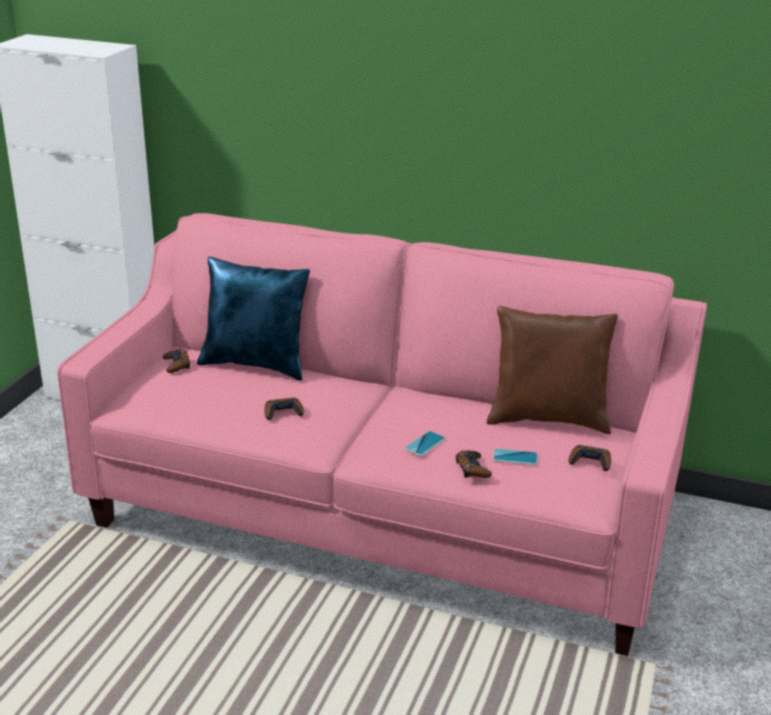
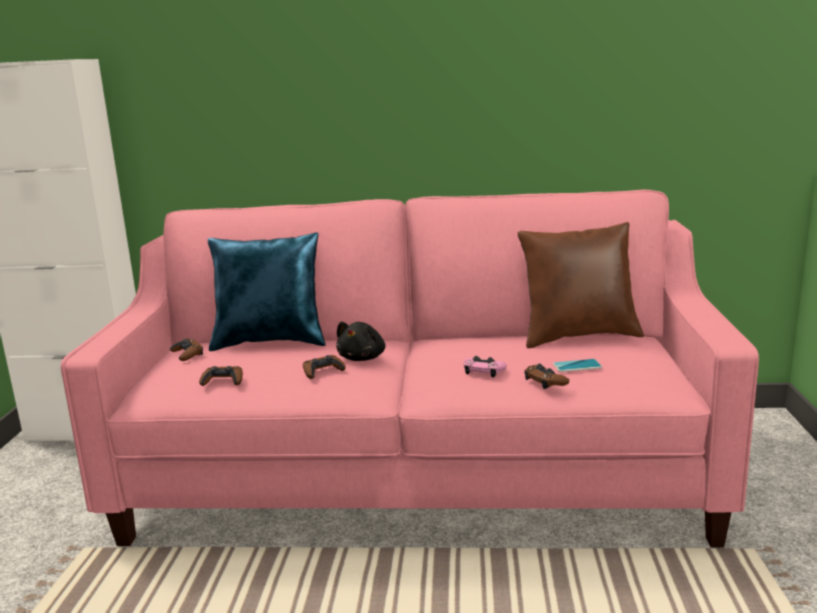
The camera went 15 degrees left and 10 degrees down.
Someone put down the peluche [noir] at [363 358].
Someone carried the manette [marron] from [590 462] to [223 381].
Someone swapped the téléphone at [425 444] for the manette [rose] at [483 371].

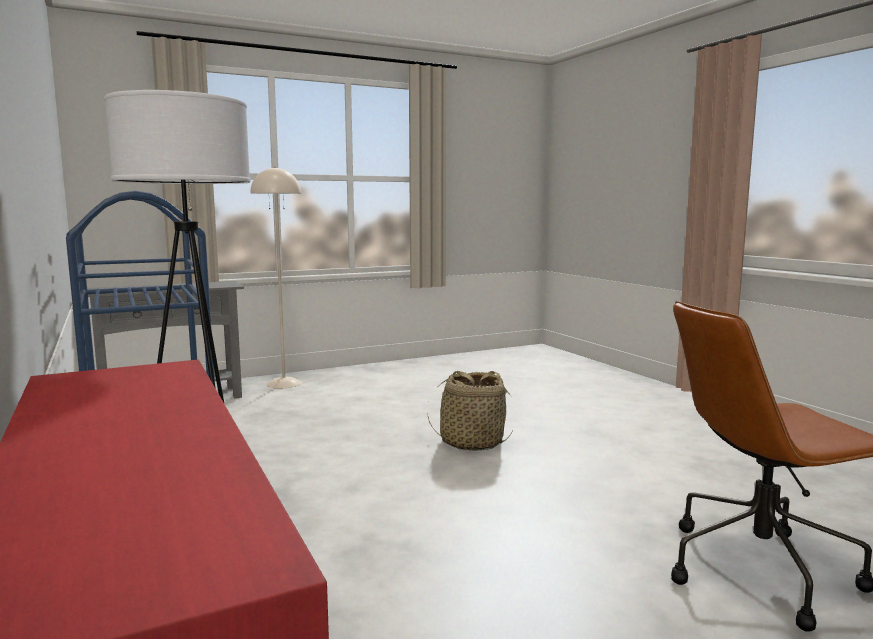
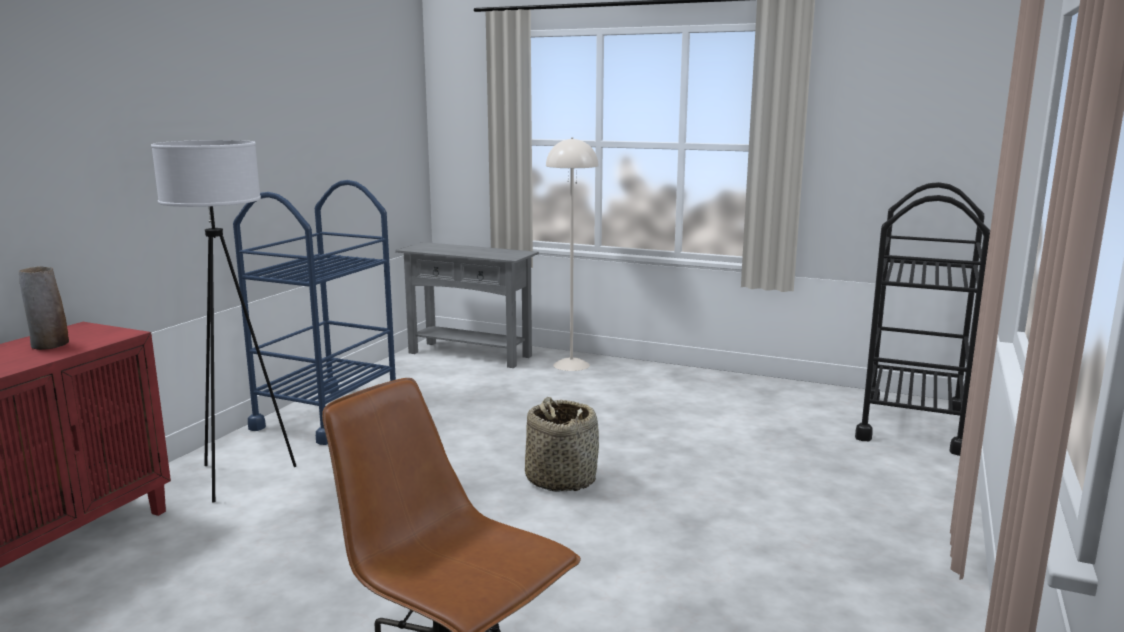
The camera went 50 degrees right and 5 degrees up.
Someone put down the vase at [49 345].
Someone put down the chariot [noir] at [912 424].

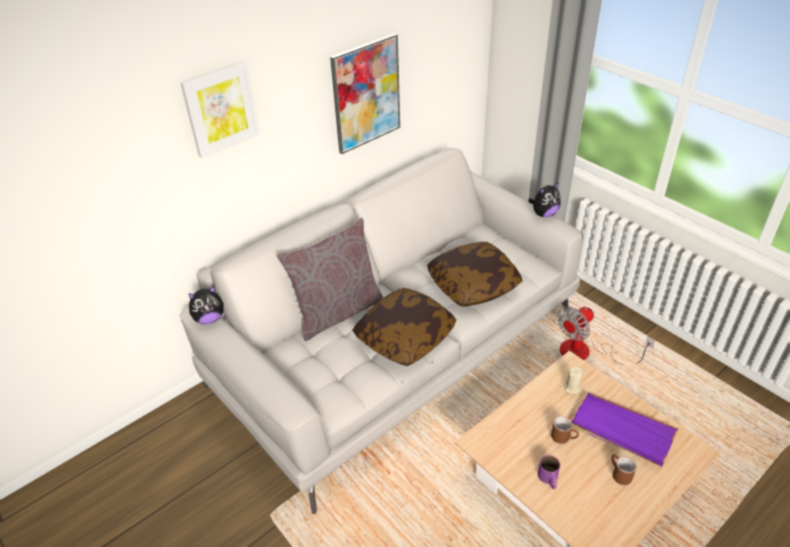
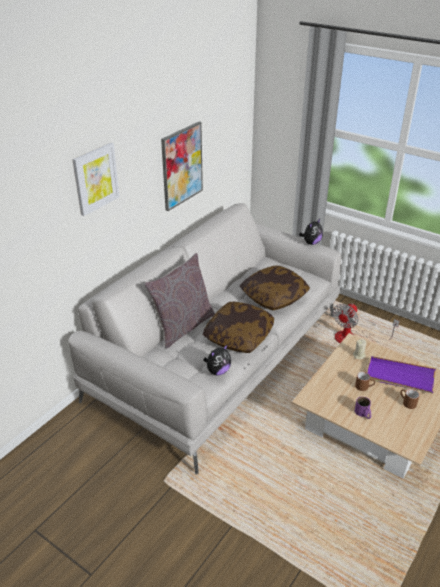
The camera went 15 degrees left and 5 degrees down.
Someone carried the peluche from [209 319] to [218 371].

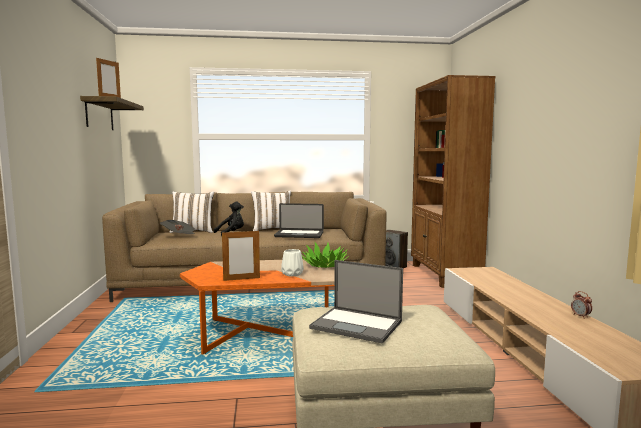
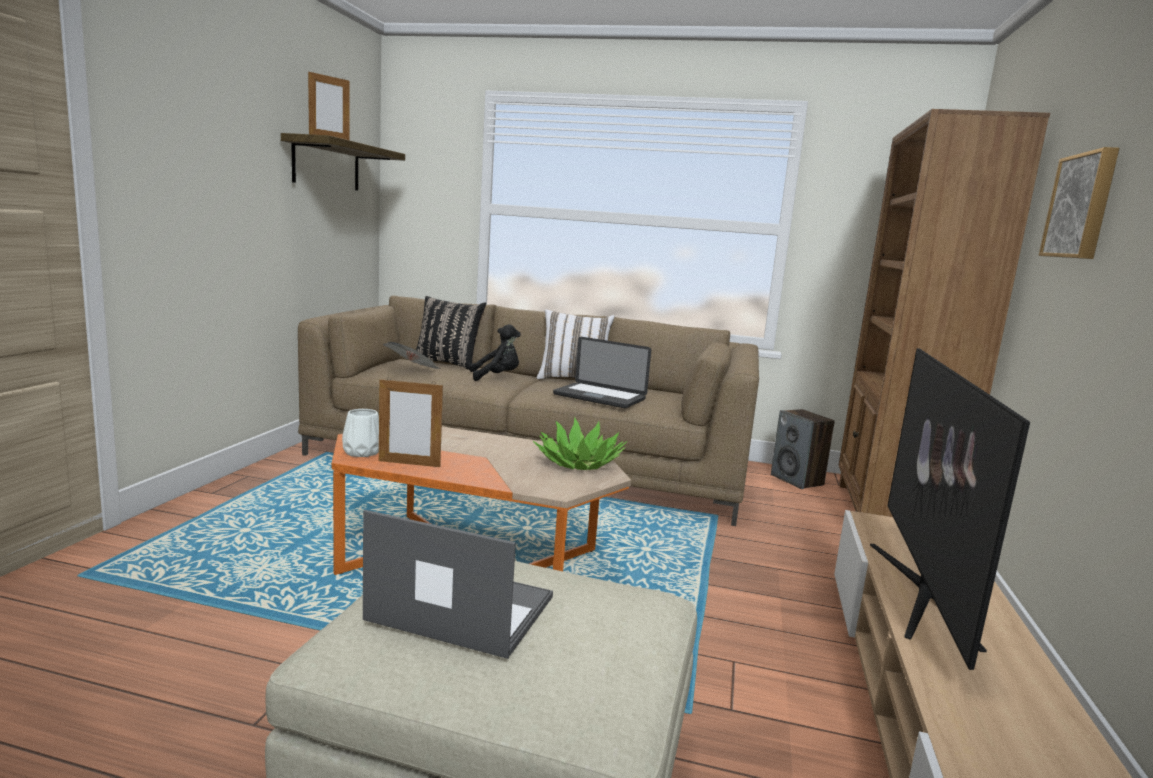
The camera went 20 degrees right and 5 degrees up.
Someone took away the réveil at [580 316].
Someone put down the téléviseur at [920 591].
Someone put up the tableau at [1082 206].
Someone carried the vase [blanc] from [292 274] to [362 452].
Someone repainted the coussin [blanc] at [193 231], which became the coussin [noir] at [448 364].
Someone rotated the ordinateur portable at [357 325] by 150 degrees clockwise.

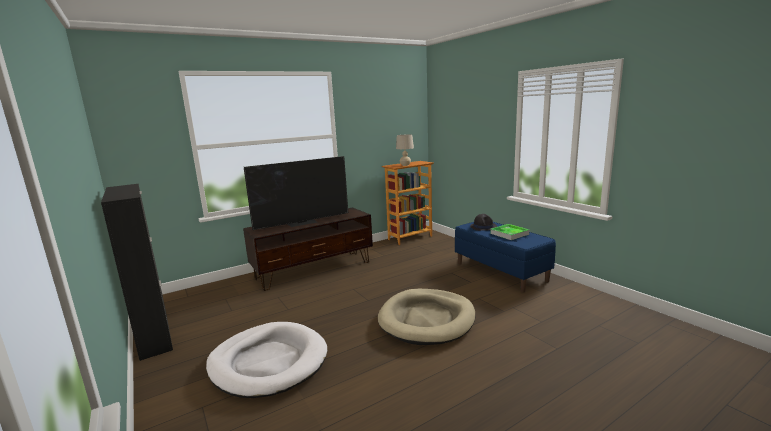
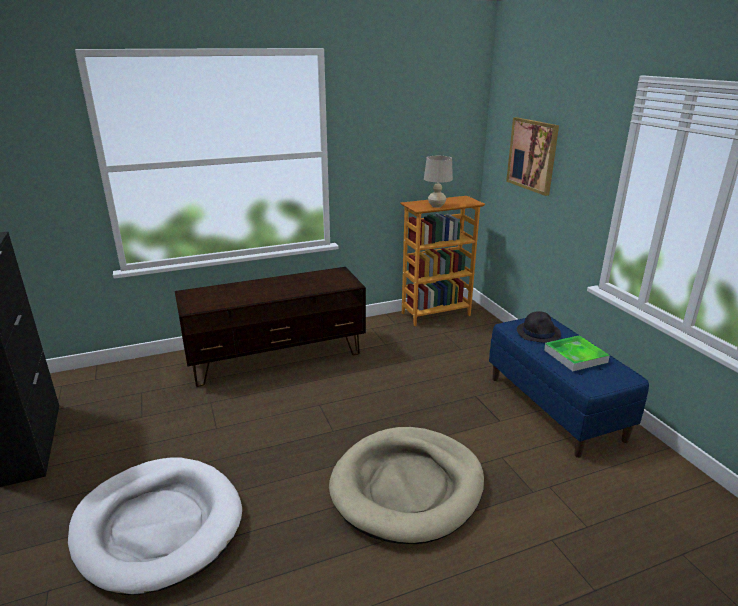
The camera went 10 degrees right and 10 degrees up.
Someone took away the téléviseur at [303 222].
Someone put up the tableau at [532 155].

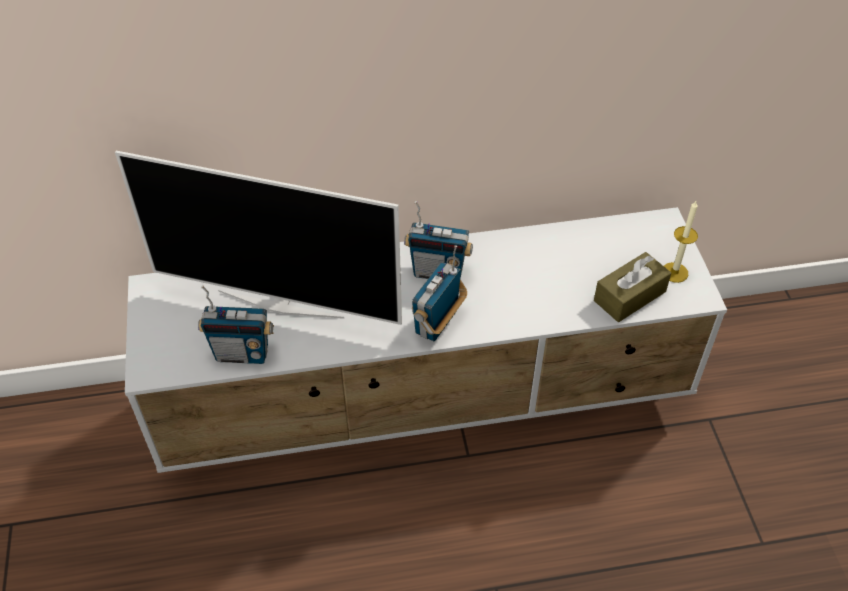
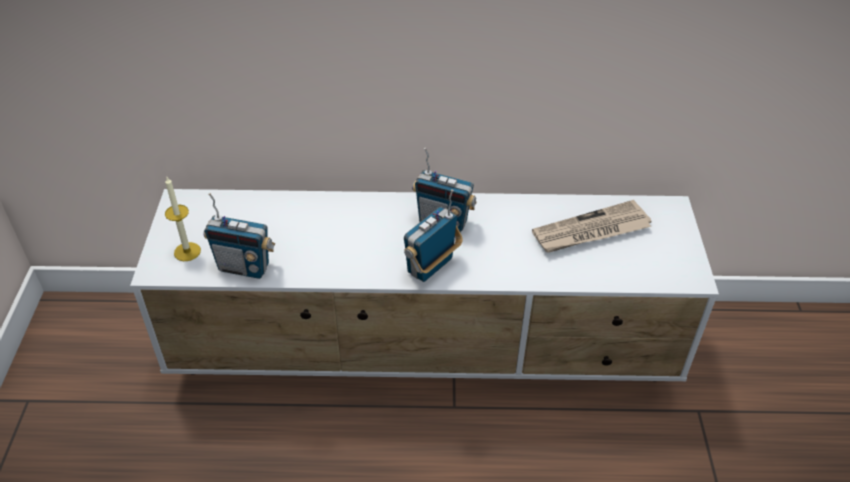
The camera went 10 degrees right and 5 degrees down.
Someone took away the téléviseur at [281 303].
Someone took away the boîte à mouchoirs [marron] at [629 296].
Someone put down the journal at [591 231].
Someone carried the bougie from [674 272] to [187 251].

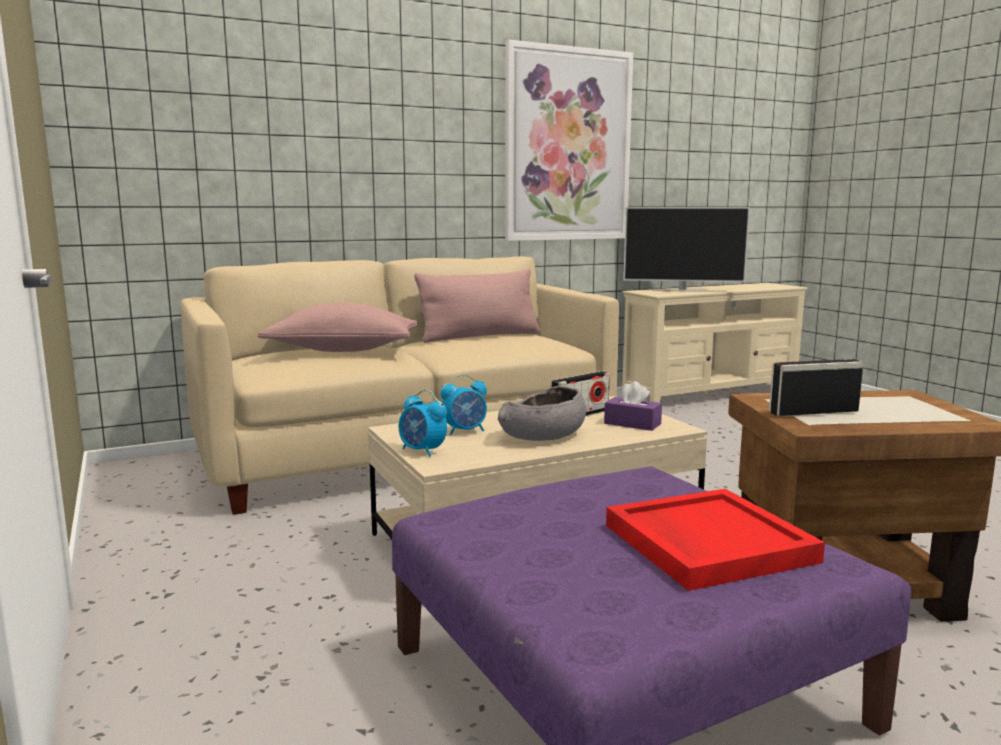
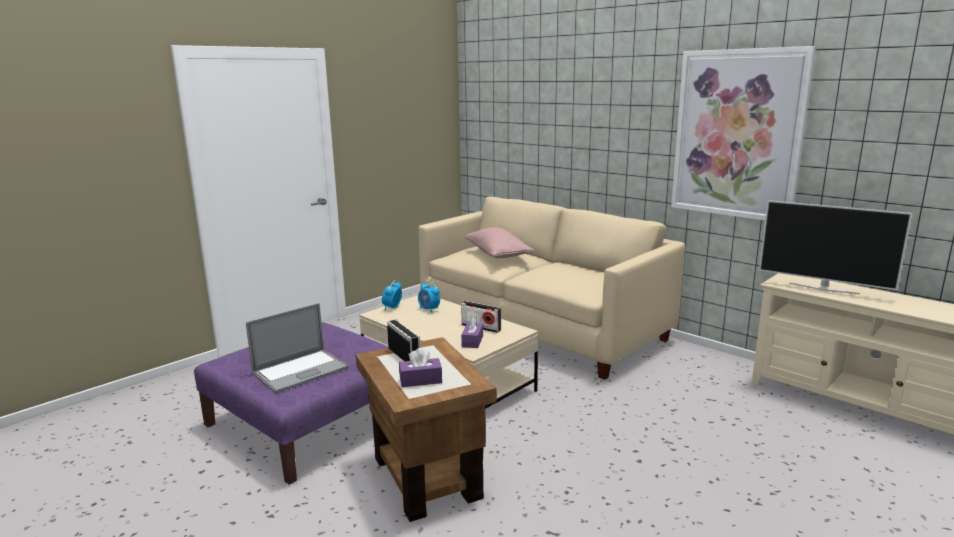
The camera went 70 degrees right and 5 degrees up.
Someone took away the coussin [rose] at [480 336].
Someone took away the bol [gris] at [543 436].
Someone put down the boîte à mouchoirs [violet] at [420 380].
Someone swapped the plateau [rouge] at [706 543] for the ordinateur portable at [301 371].
Someone rotated the téléviseur at [682 291] by 45 degrees counterclockwise.

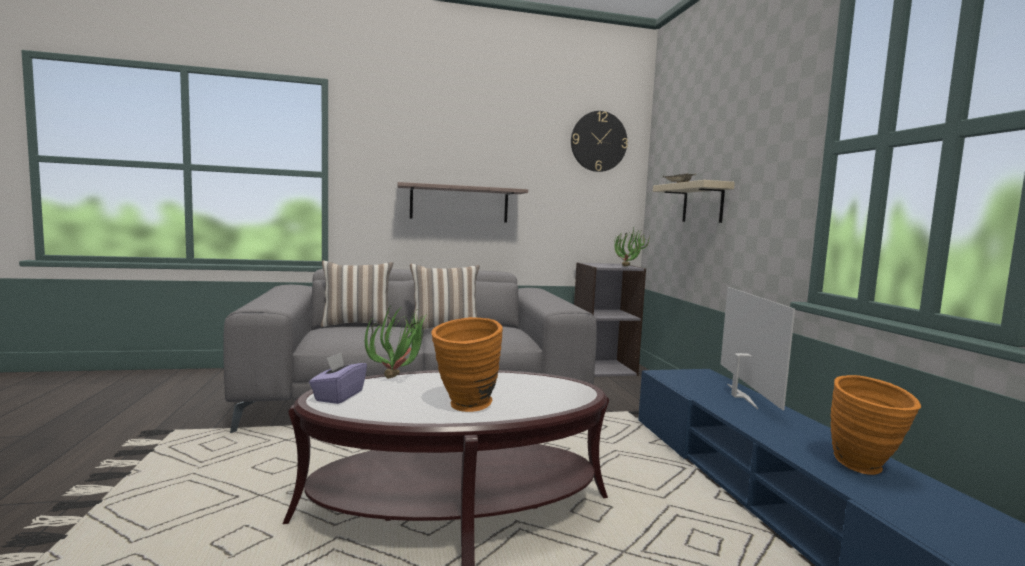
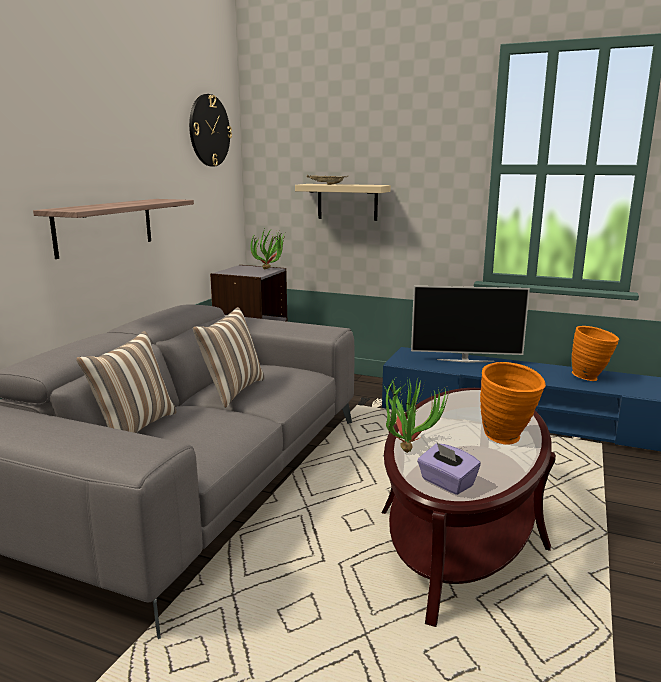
The camera went 55 degrees left and 10 degrees up.
Someone rotated the téléviseur at [740 396] by 150 degrees clockwise.

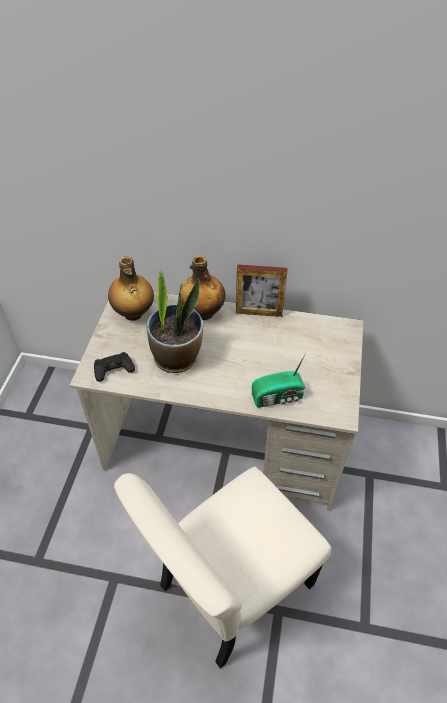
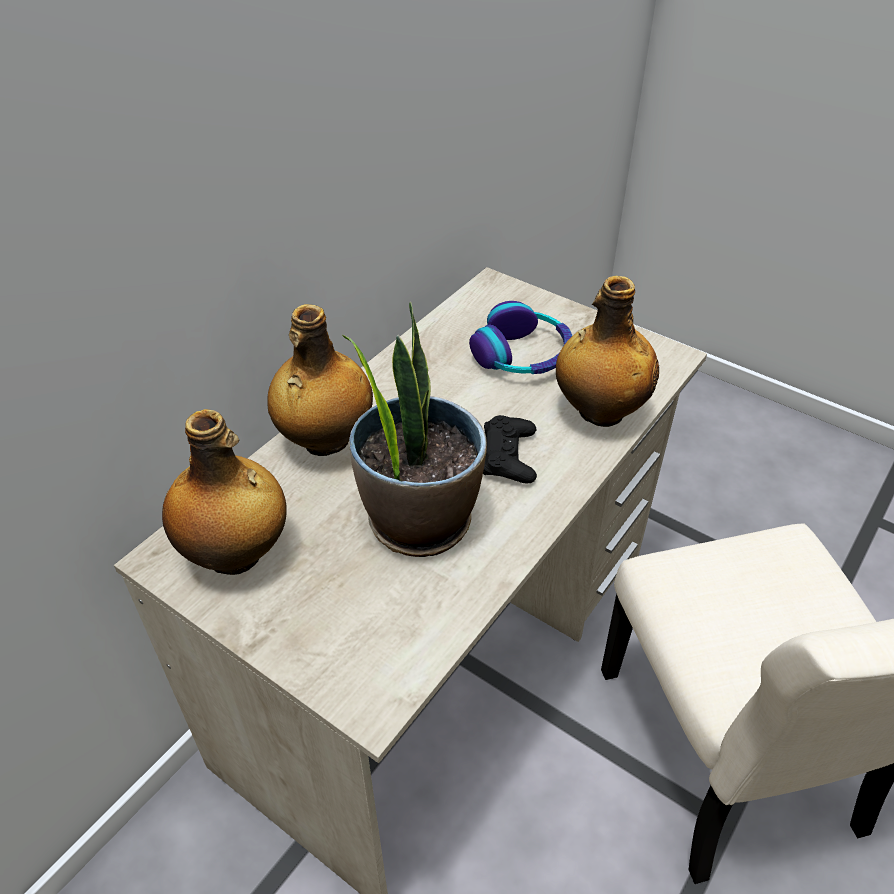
The camera went 65 degrees left and 5 degrees down.
Someone took away the cadre photo at [259 312].
Someone put down the casque audio at [522 355].
Someone carried the manette [noir] from [113 369] to [509 455].
Someone swapped the radio at [279 397] for the bouteille at [599 412].

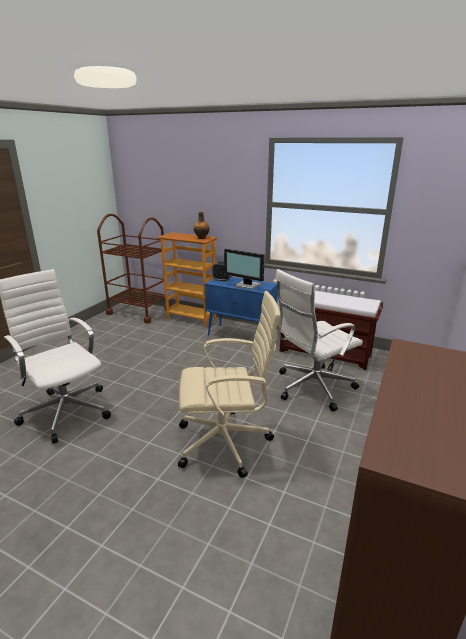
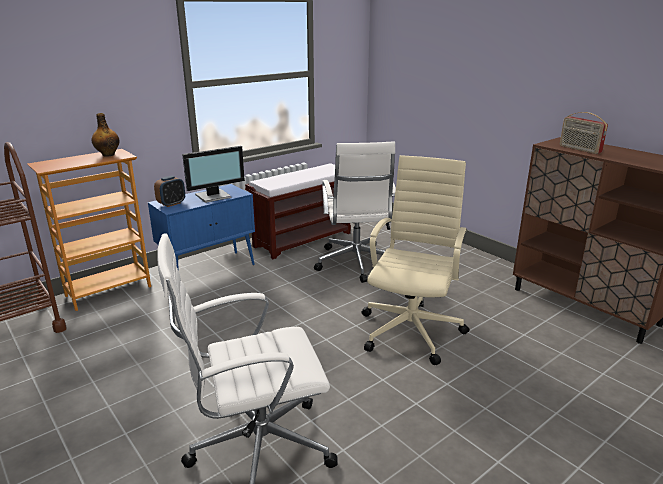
The camera went 65 degrees left and 0 degrees up.
Someone put down the radio at [579 149].

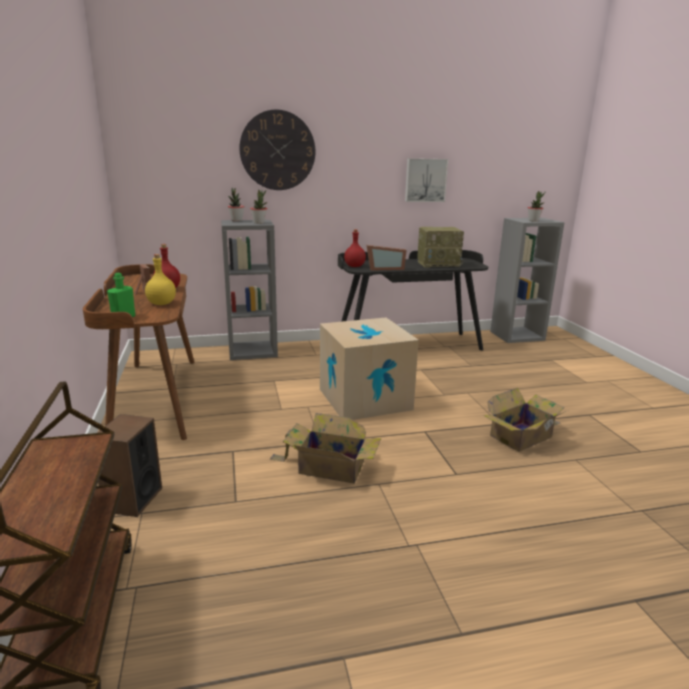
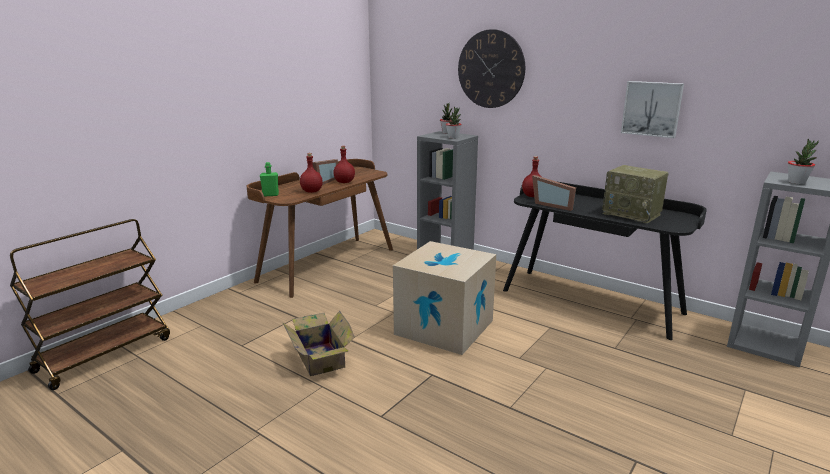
The camera went 50 degrees right and 0 degrees up.
Someone took away the enceinte at [133 499].
Someone took away the carton at [523 436].
Someone repainted the bouteille [jaune] at [162 303], which became the bouteille [rouge] at [312 191].

